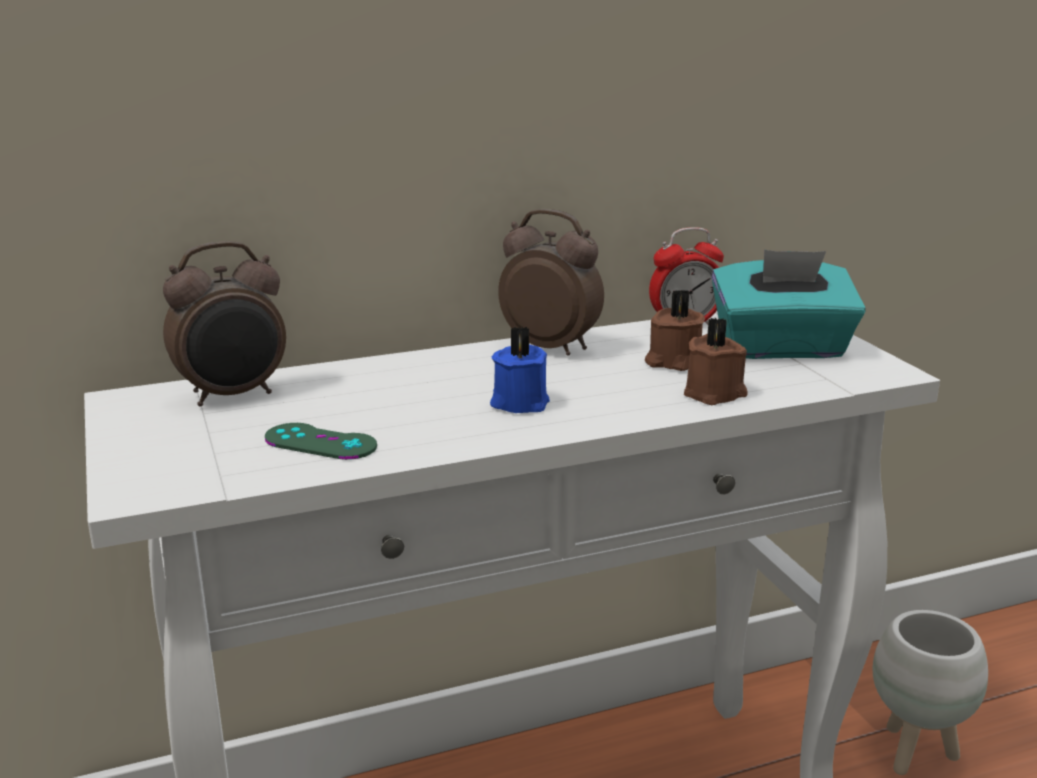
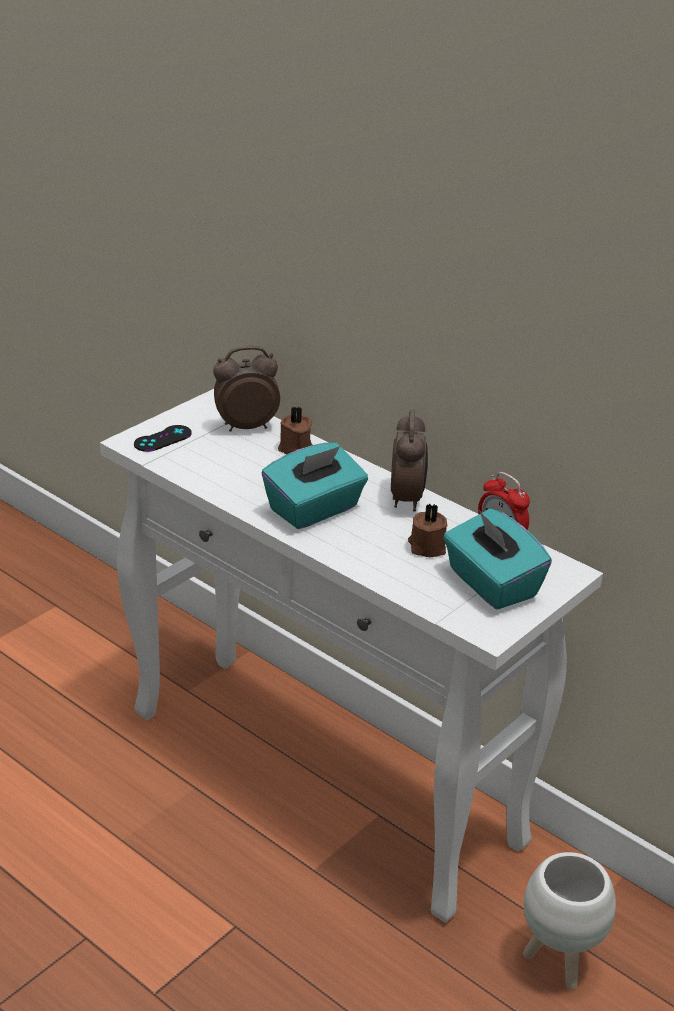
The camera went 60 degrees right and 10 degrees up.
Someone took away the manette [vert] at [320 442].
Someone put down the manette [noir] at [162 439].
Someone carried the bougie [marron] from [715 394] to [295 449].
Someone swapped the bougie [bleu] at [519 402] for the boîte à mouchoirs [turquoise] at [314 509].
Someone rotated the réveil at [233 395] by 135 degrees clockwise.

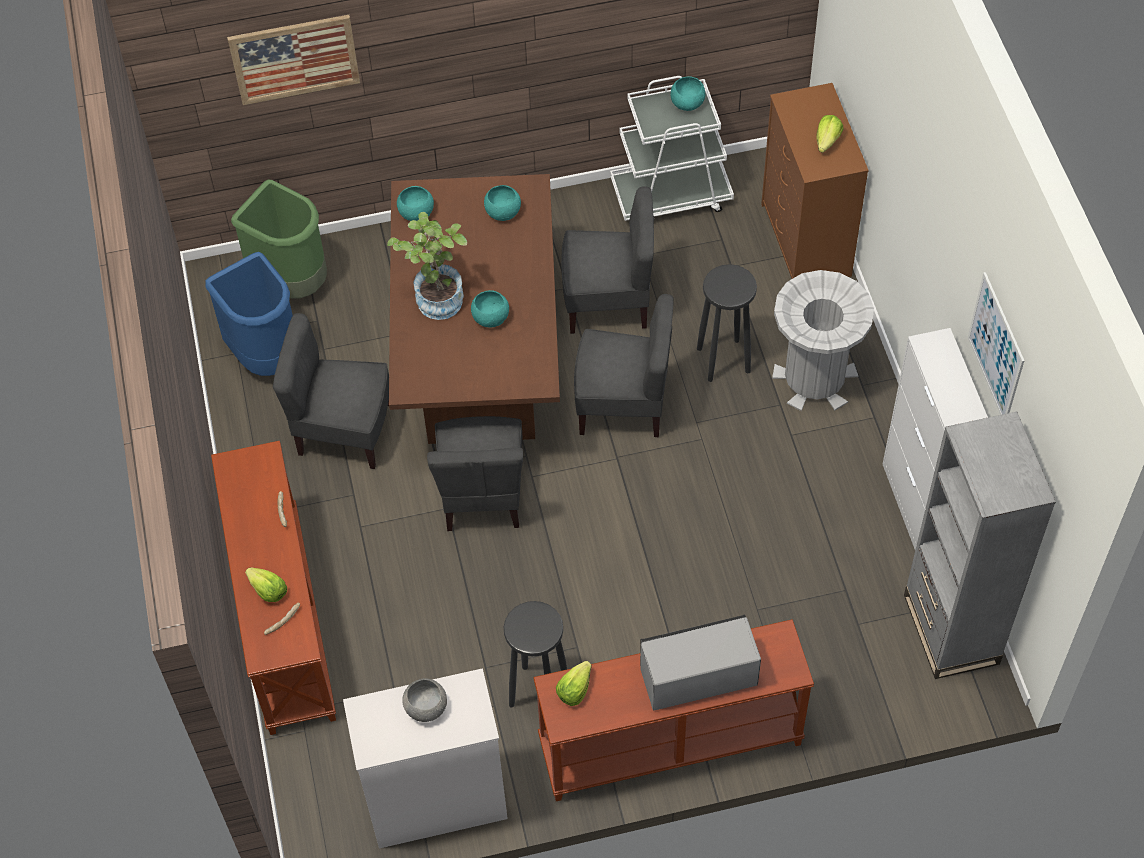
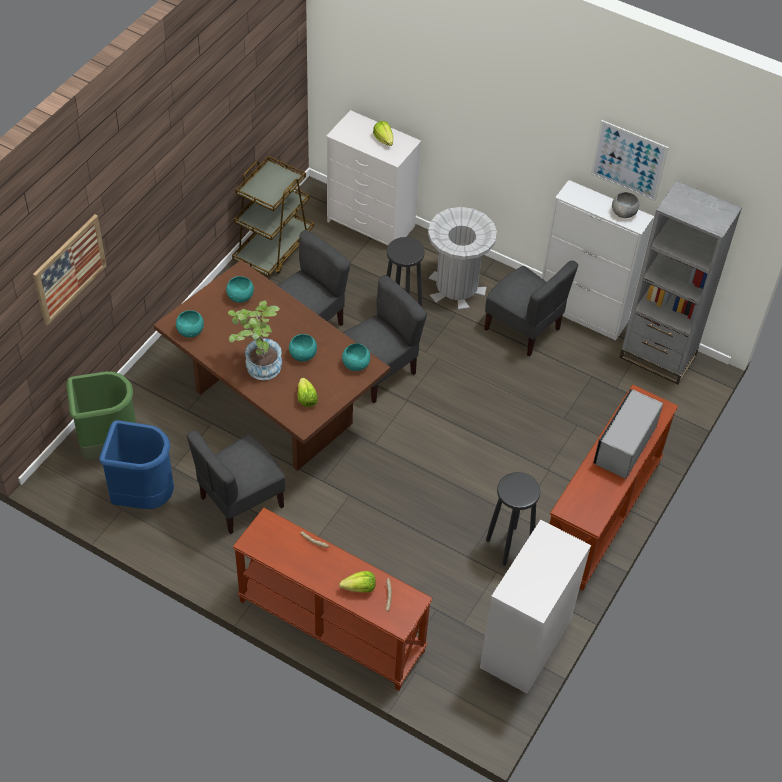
The camera went 50 degrees left and 5 degrees down.
Someone carried the bol [gris] from [425 707] to [623 212].
Someone carried the chaise [gris] from [482 496] to [523 329].
Someone carried the laitue from [574 690] to [306 398].
Someone carried the bol [turquoise] from [687 103] to [356 364].
Someone repainted the chariot [blanc] at [671 195], which became the chariot [marron] at [274 248].
Someone repainted the commode [marron] at [806 241], which became the commode [blanc] at [371 224].

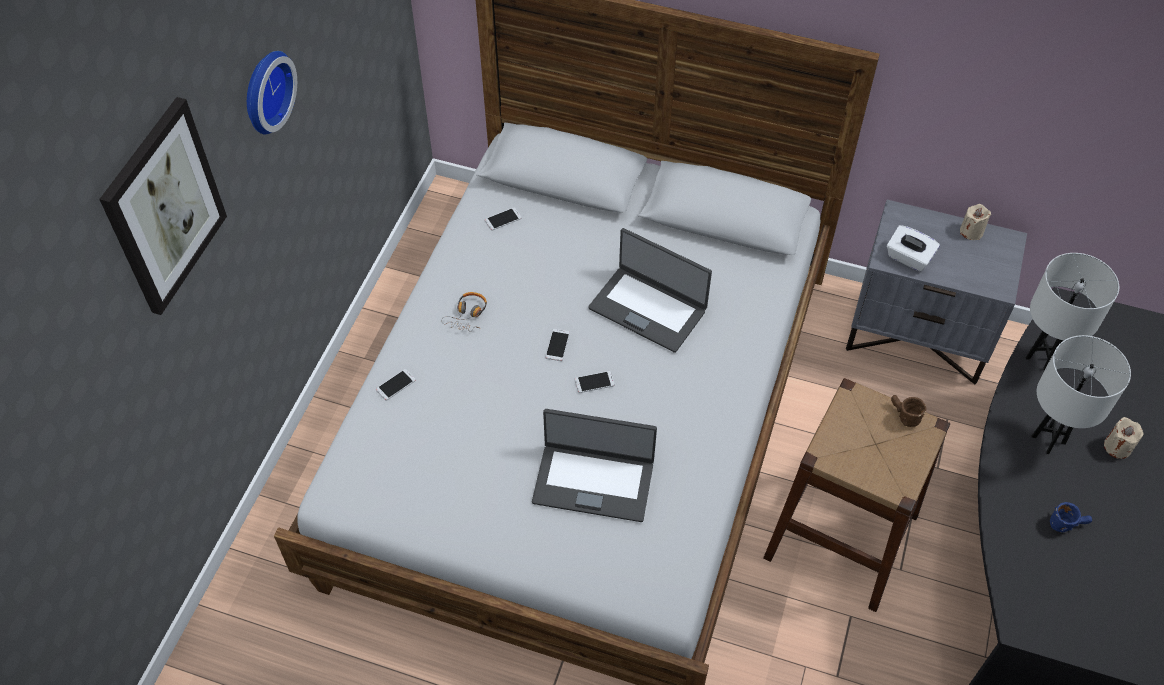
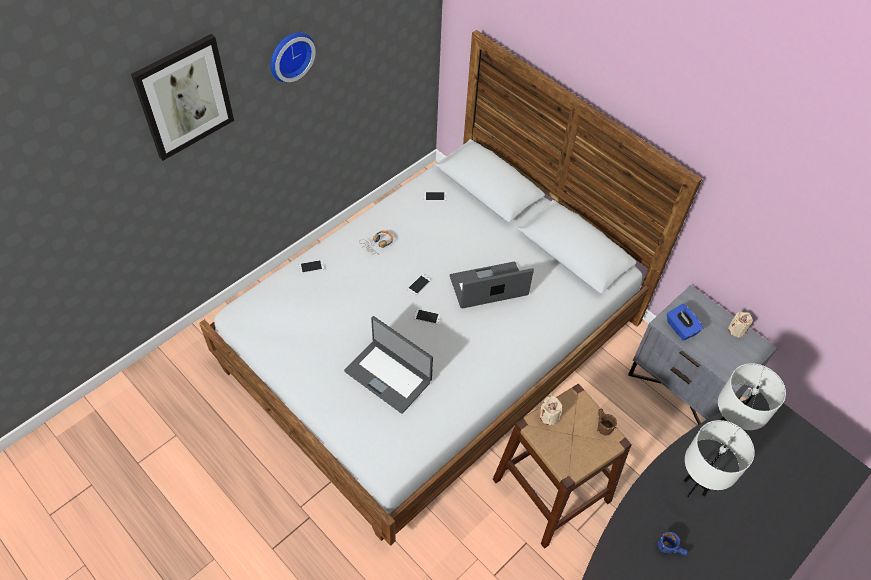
The camera went 25 degrees right and 0 degrees up.
Someone carried the bougie [beige] from [1117 447] to [549 416].
Someone repainted the boîte à mouchoirs [blanc] at [908 258], which became the boîte à mouchoirs [bleu] at [680 328].
Someone rotated the ordinateur portable at [648 308] by 105 degrees clockwise.

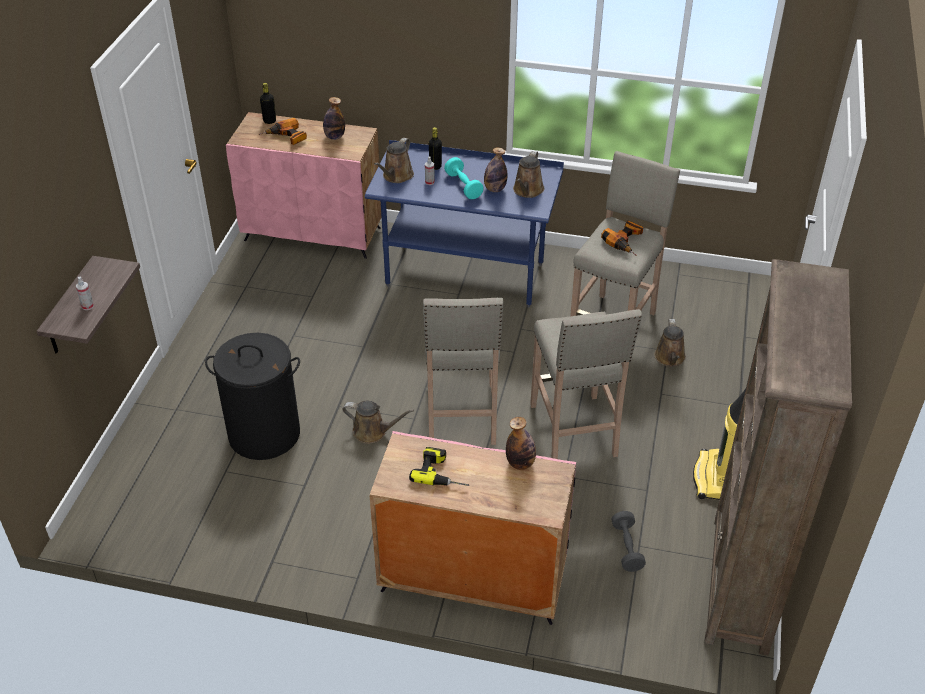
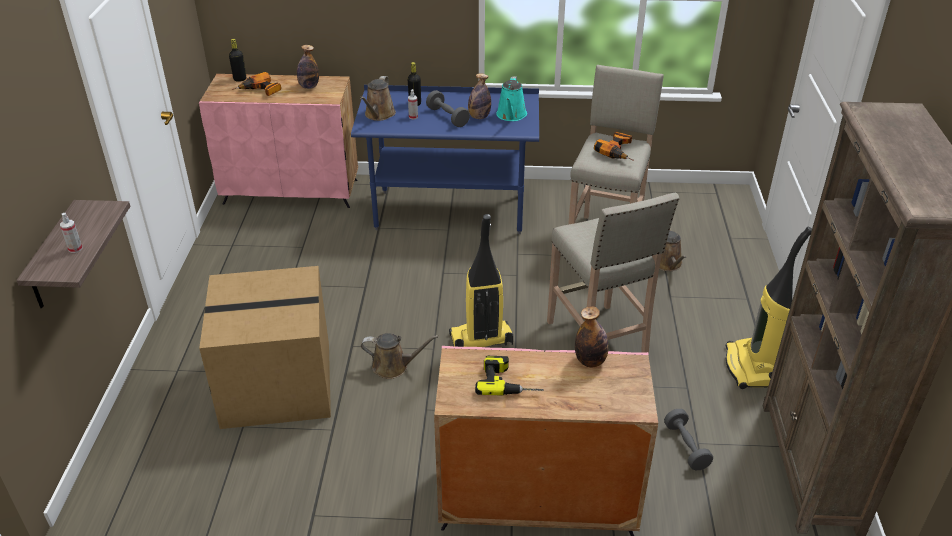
The camera went 10 degrees left and 5 degrees down.
Someone swapped the panier à linge [noir] at [264 434] for the carton at [279 383].
Someone swapped the tabouret [beige] at [461 416] for the aspirateur at [480 340].
Someone repainted the haltère [turquoise] at [463 186], which became the haltère [gris] at [447 117].
Someone repainted the arrosoir [marron] at [527 191], which became the arrosoir [turquoise] at [511 115].

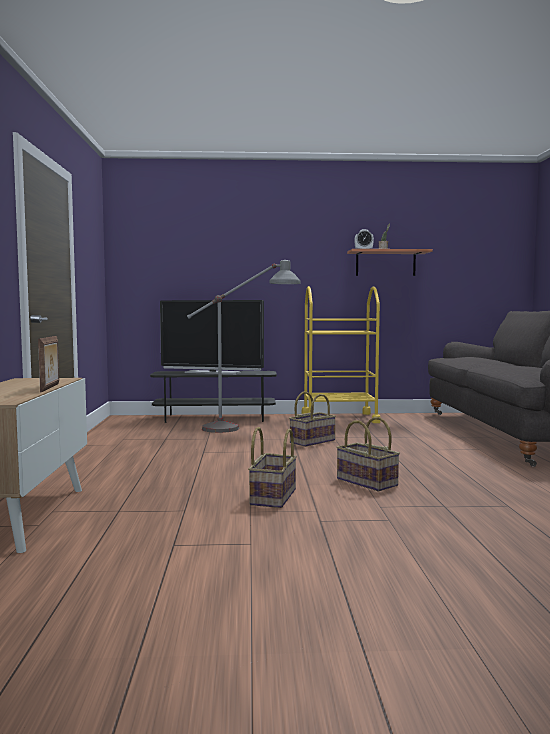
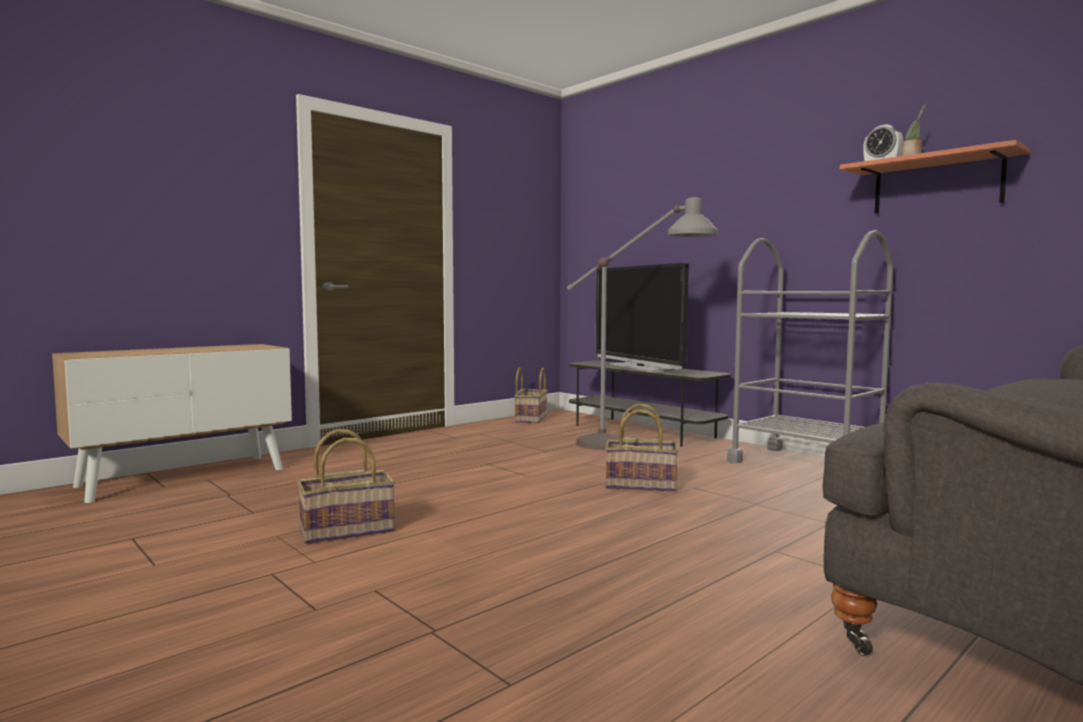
The camera went 50 degrees right and 0 degrees up.
Someone took away the cadre photo at [51 387].
Someone carried the panier from [366 482] to [530 418].
Someone repainted the chariot [jaune] at [339 418], which became the chariot [gris] at [805 465].

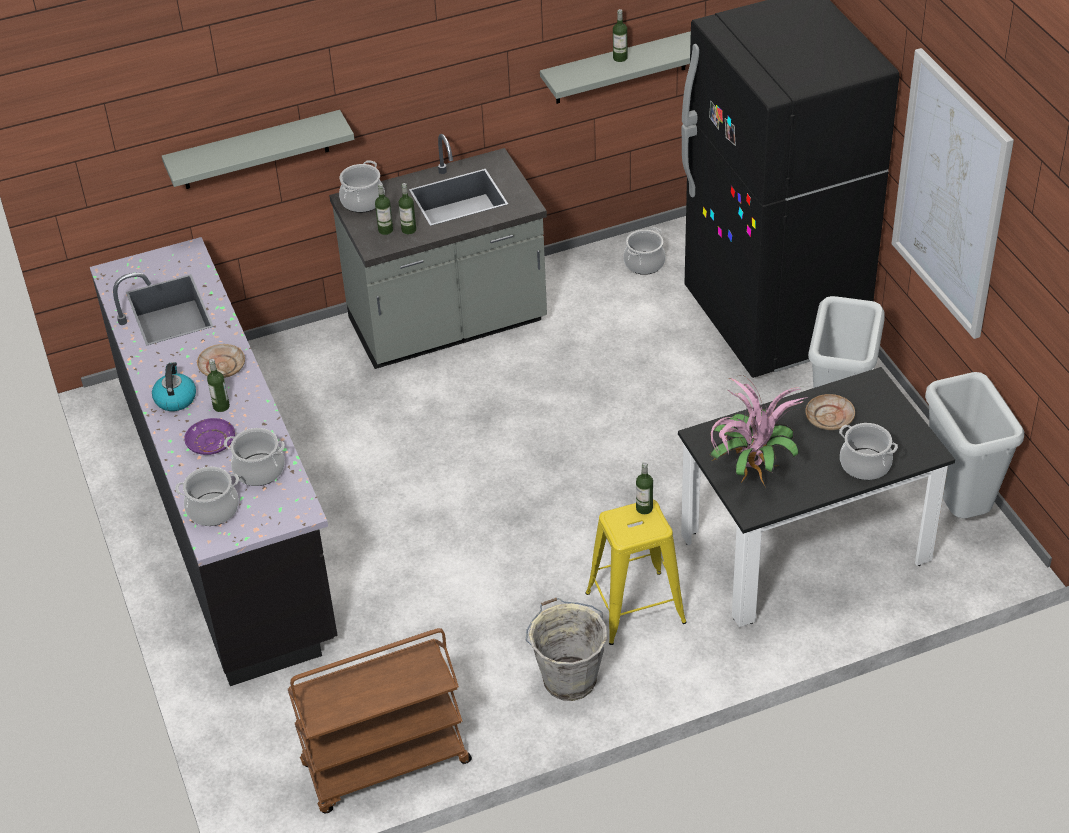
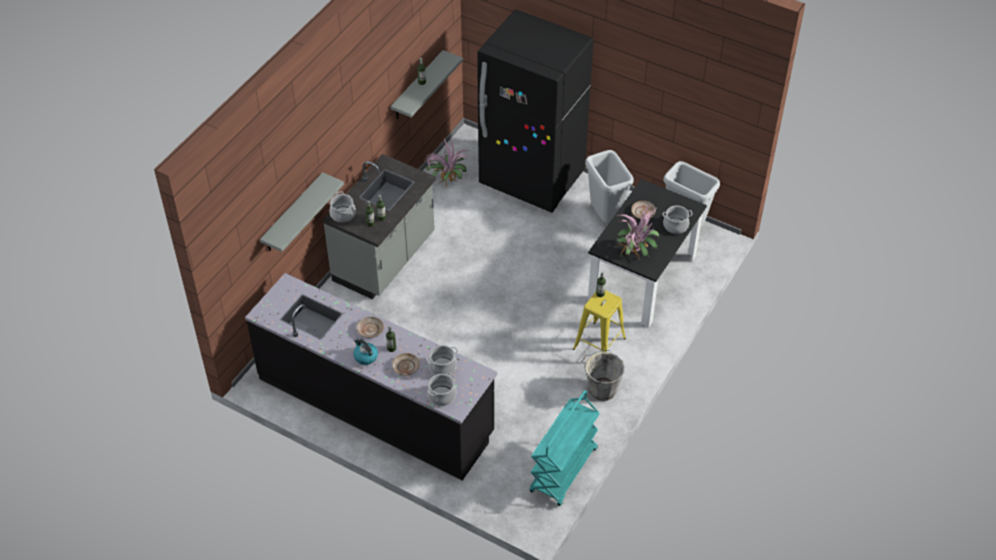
The camera went 40 degrees left and 5 degrees up.
Someone took away the tableau at [951 194].
Someone swapped the marmite at [644 263] for the plante en pot at [447 181].
Someone repainted the assiette [violet] at [210 442], which became the assiette [beige] at [405 367].
Someone repainted the chariot [marron] at [385 765], which became the chariot [turquoise] at [564 471].

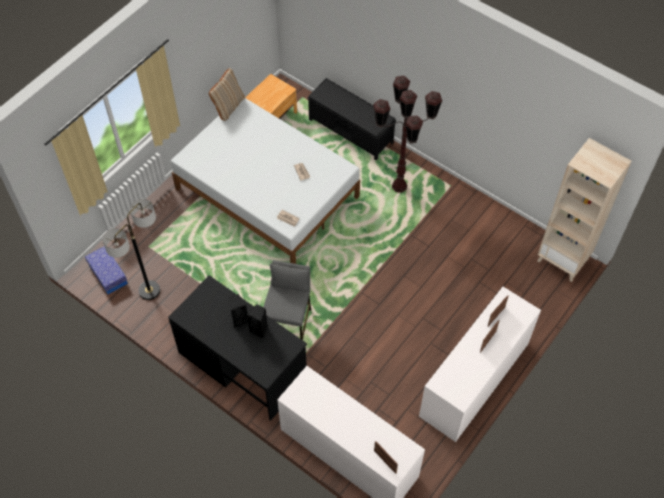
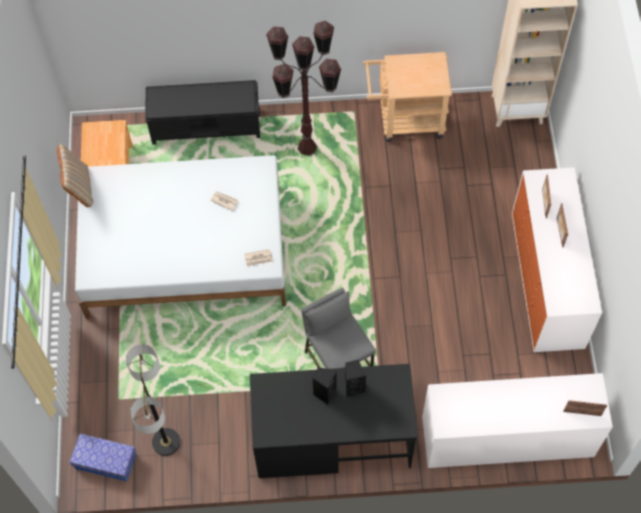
The camera went 40 degrees left and 5 degrees up.
Someone put down the chariot [beige] at [405 120].

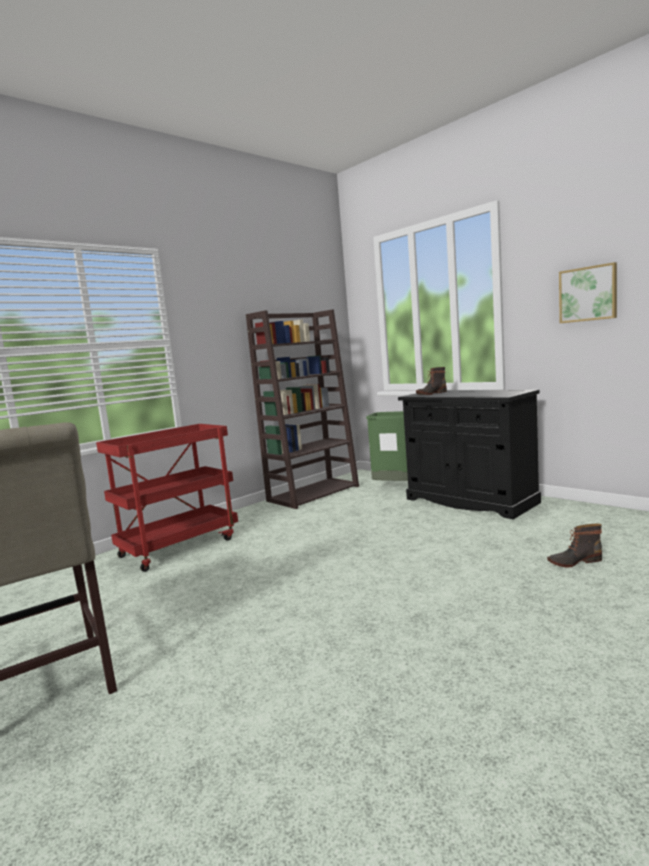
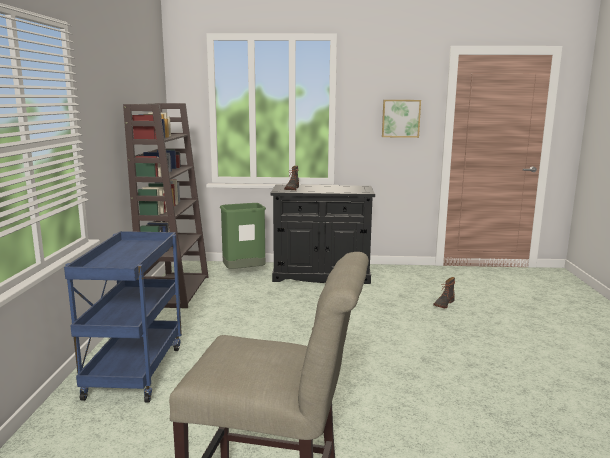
The camera went 45 degrees left and 5 degrees up.
Someone repainted the chariot [rouge] at [179 546], which became the chariot [bleu] at [135 370].

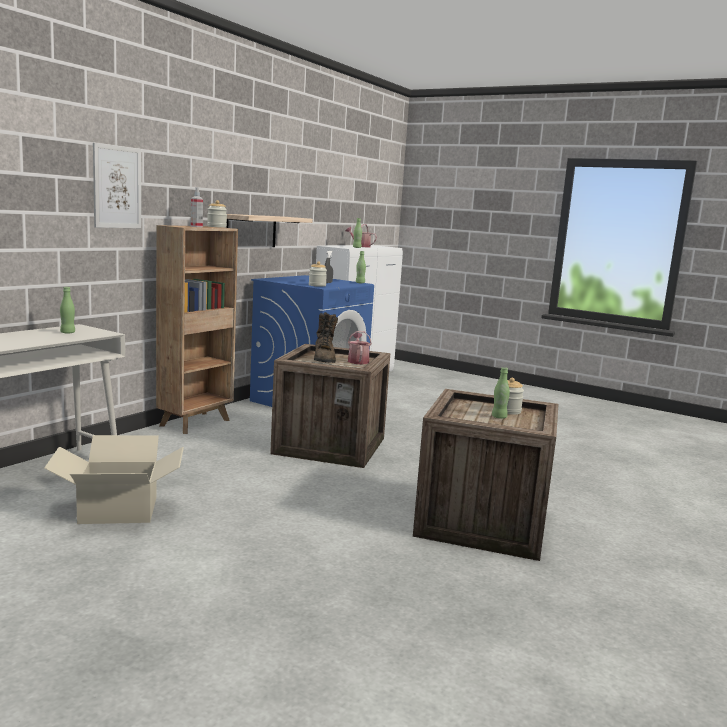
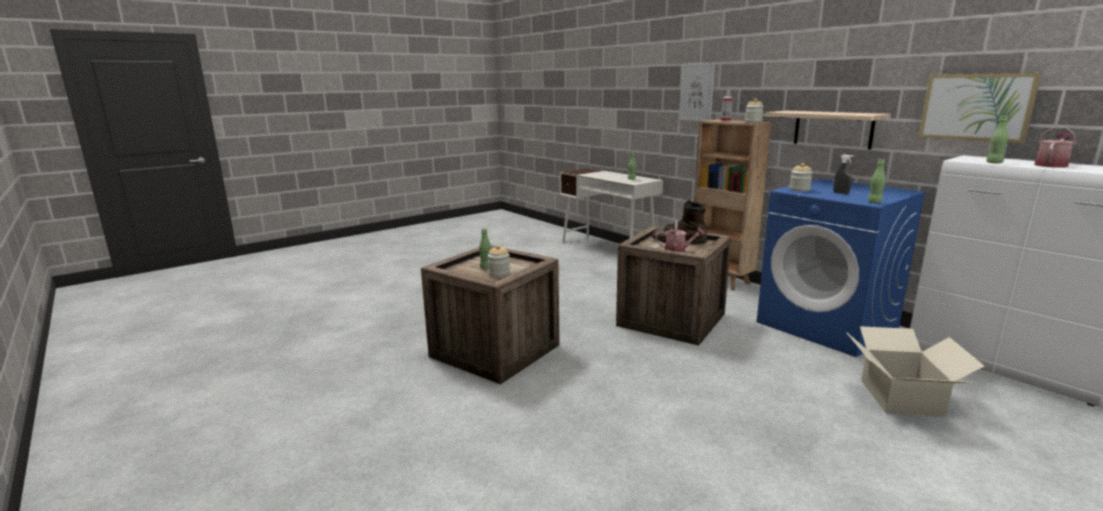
The camera went 110 degrees right and 5 degrees up.
Someone put up the tableau at [976 107].
Someone carried the carton from [118 510] to [901 397].

